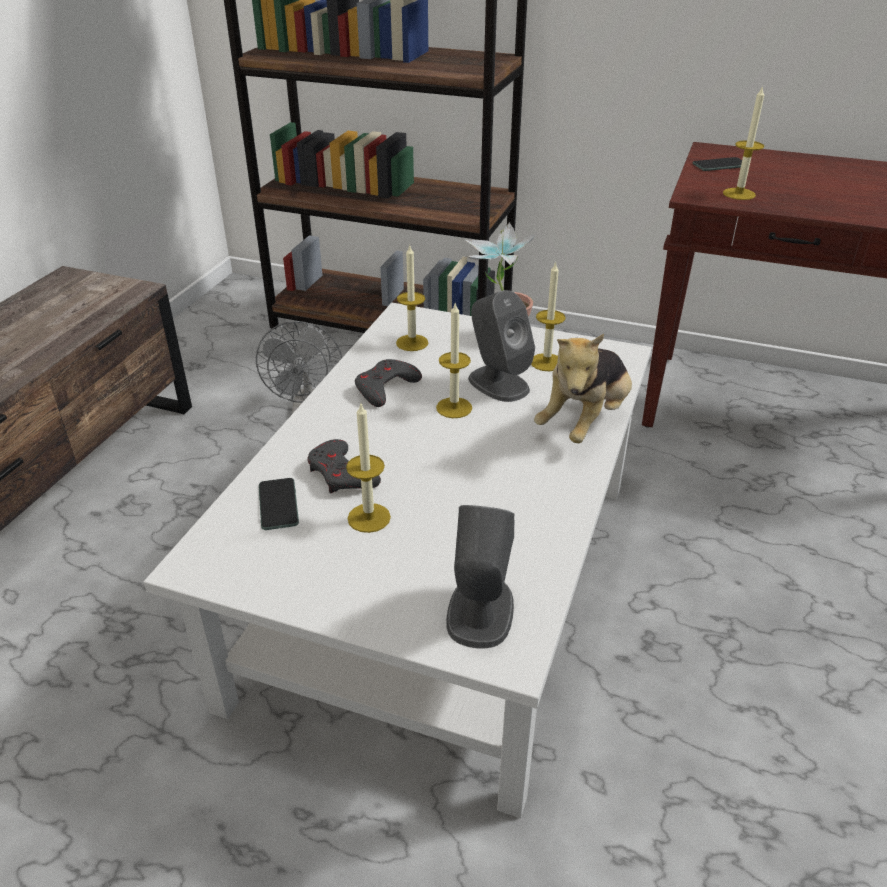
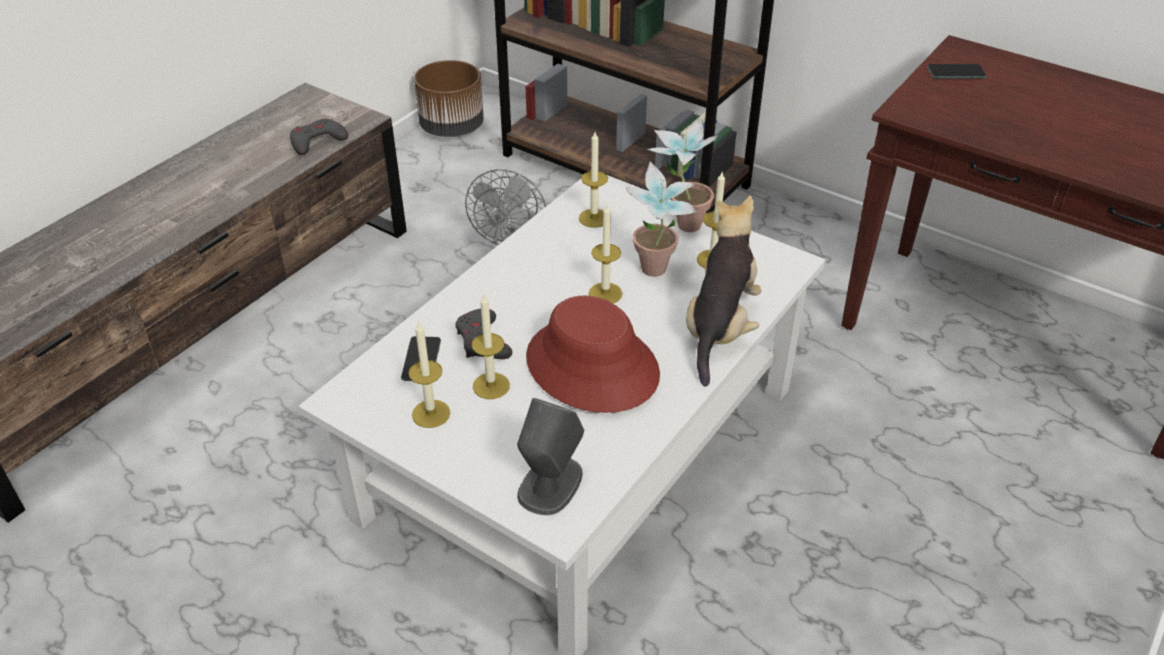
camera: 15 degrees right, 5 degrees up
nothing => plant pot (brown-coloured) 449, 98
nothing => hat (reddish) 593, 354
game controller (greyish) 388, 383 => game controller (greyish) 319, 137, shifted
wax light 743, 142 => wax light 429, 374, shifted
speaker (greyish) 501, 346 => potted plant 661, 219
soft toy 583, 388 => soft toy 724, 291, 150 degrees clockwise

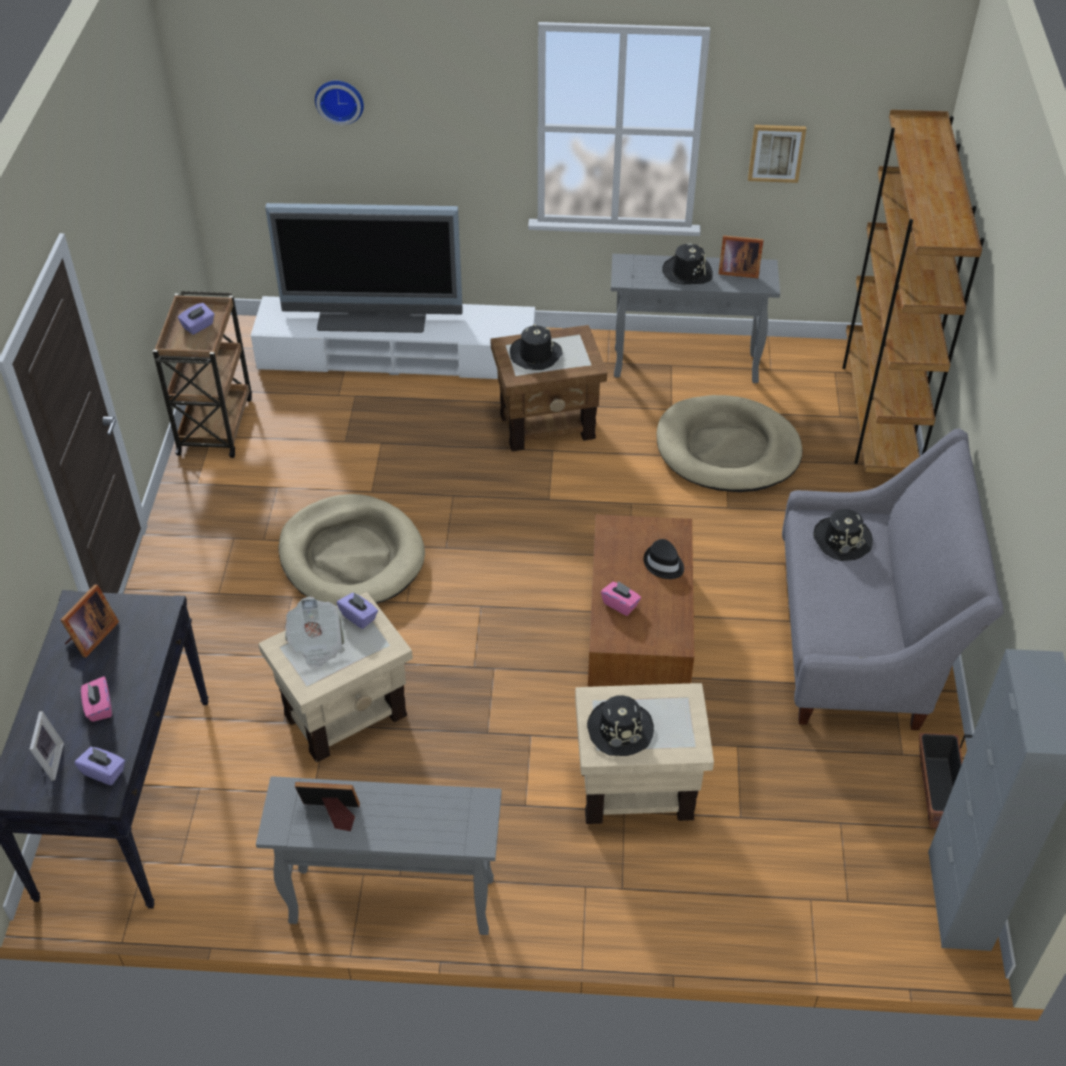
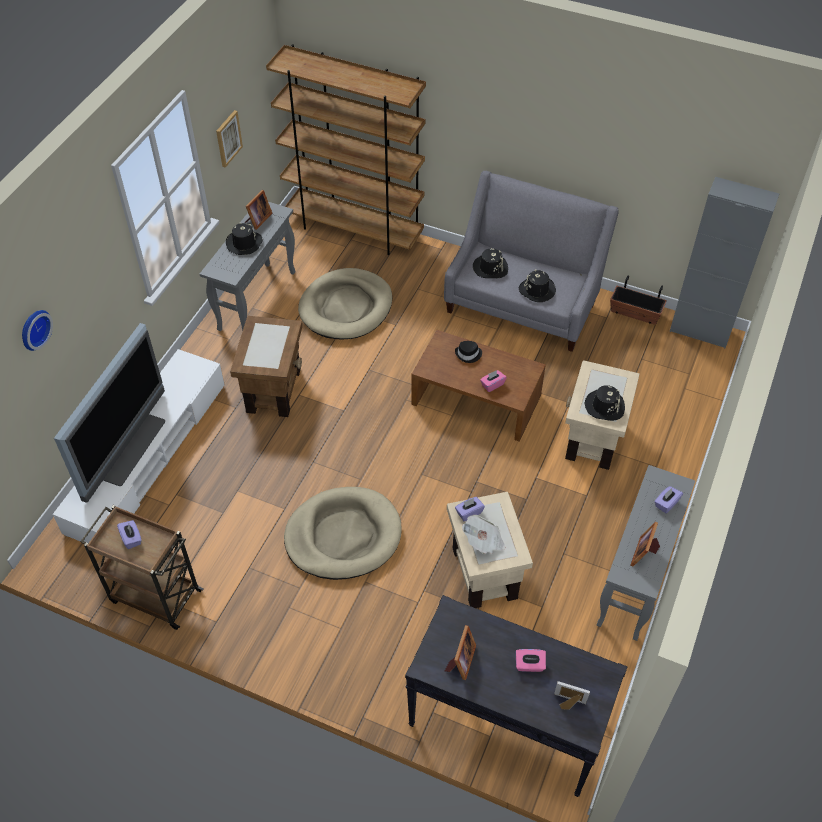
camera: 70 degrees left, 5 degrees up
tissue box (purplish) 100, 766 => tissue box (purplish) 669, 500, shifted
hat (blackish) 536, 347 => hat (blackish) 537, 286, shifted
standing frame 90, 621 => standing frame 460, 652, 60 degrees clockwise

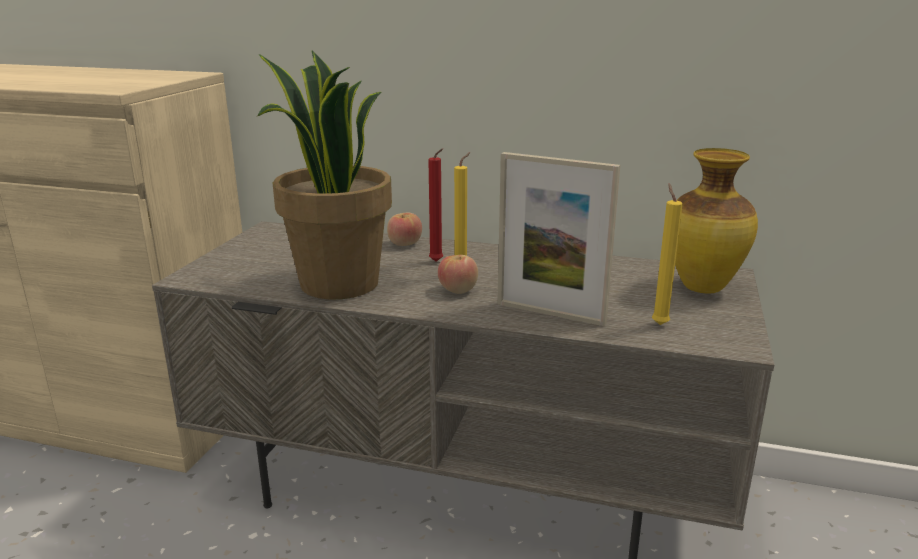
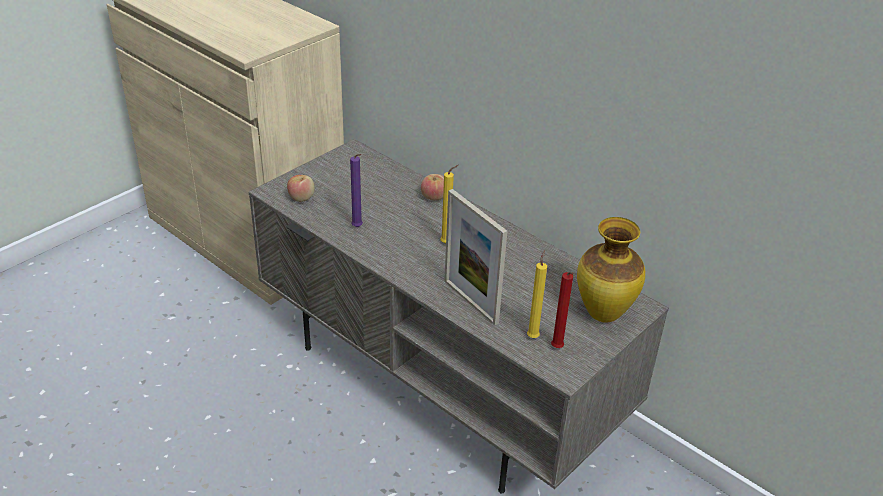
camera: 25 degrees right, 15 degrees up
wax light (reddish) 435, 205 => wax light (reddish) 562, 310, shifted
apple fruit 458, 274 => apple fruit 301, 188, shifted
potted plant 324, 175 => wax light (purplish) 356, 190

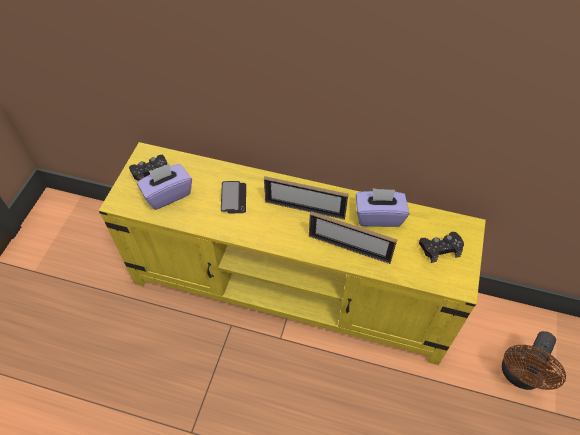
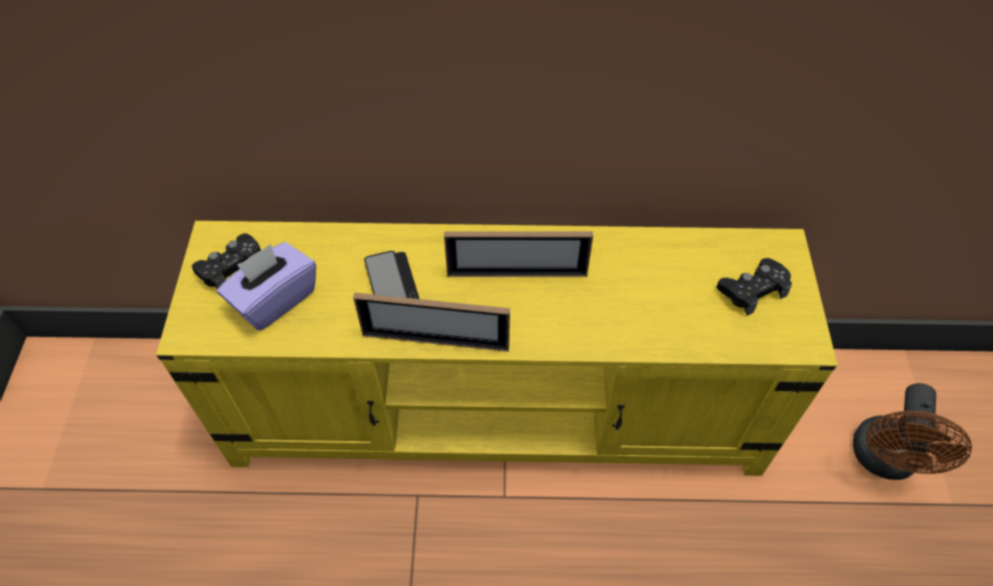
camera: 15 degrees left, 0 degrees up
tissue box (purplish) 382, 207 => nothing
standing frame 353, 237 => standing frame 431, 322, shifted

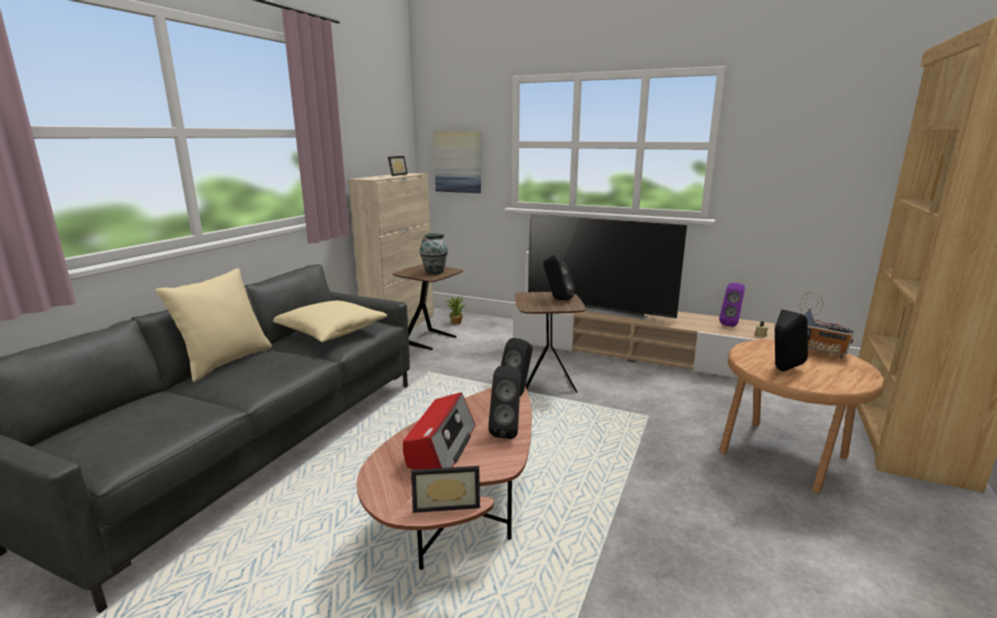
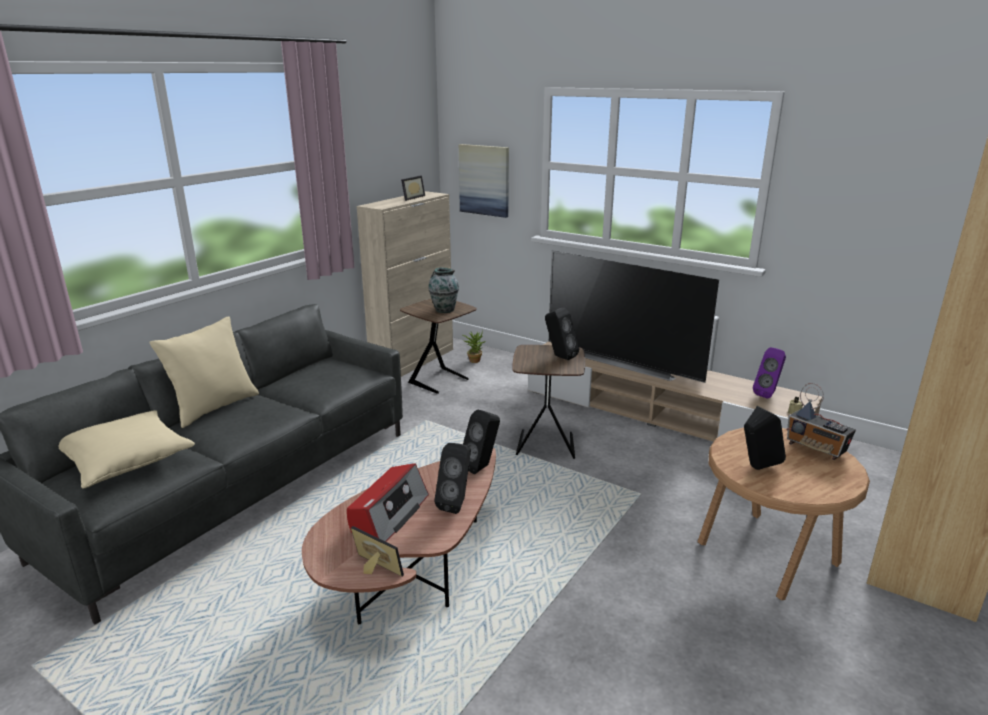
camera: 10 degrees right, 5 degrees up
pillow (beige-coloured) 330, 321 => pillow (beige-coloured) 127, 449, shifted
standing frame 445, 489 => standing frame 377, 551, 150 degrees counterclockwise

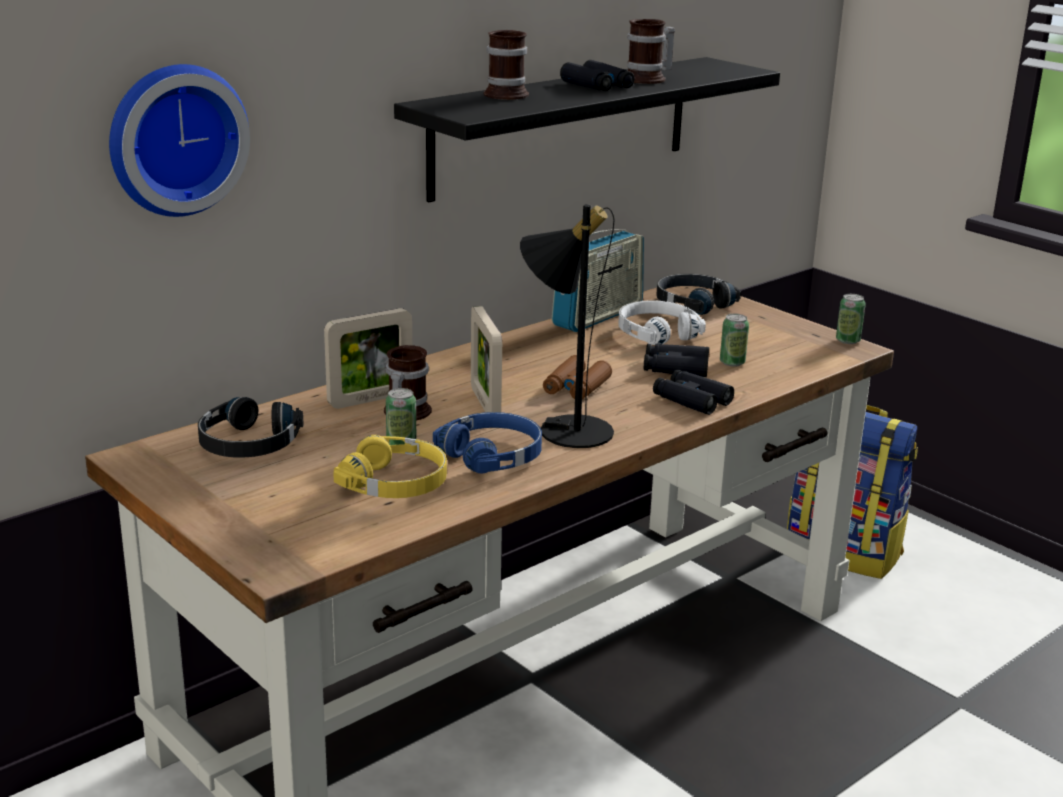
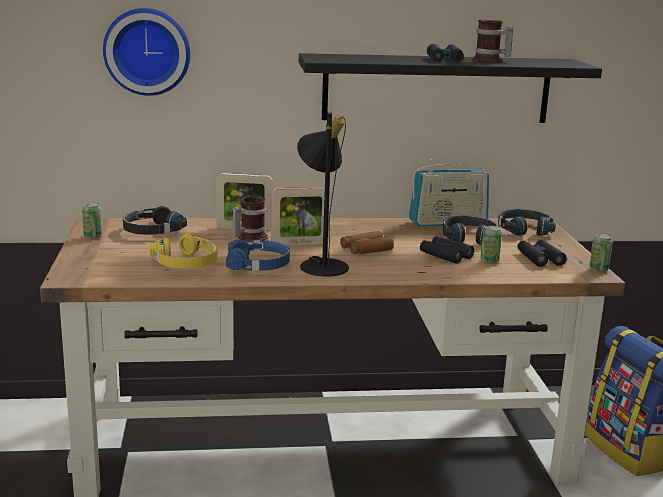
camera: 35 degrees right, 5 degrees down
coffee mug 506, 65 => nothing
sealed can 401, 416 => sealed can 92, 220, shifted
field glasses (blackish) 693, 392 => field glasses (blackish) 542, 253, shifted
headphones (white-coloured) 662, 322 => headphones (blackish) 470, 230
standing frame 486, 359 => standing frame 301, 216, 120 degrees counterclockwise

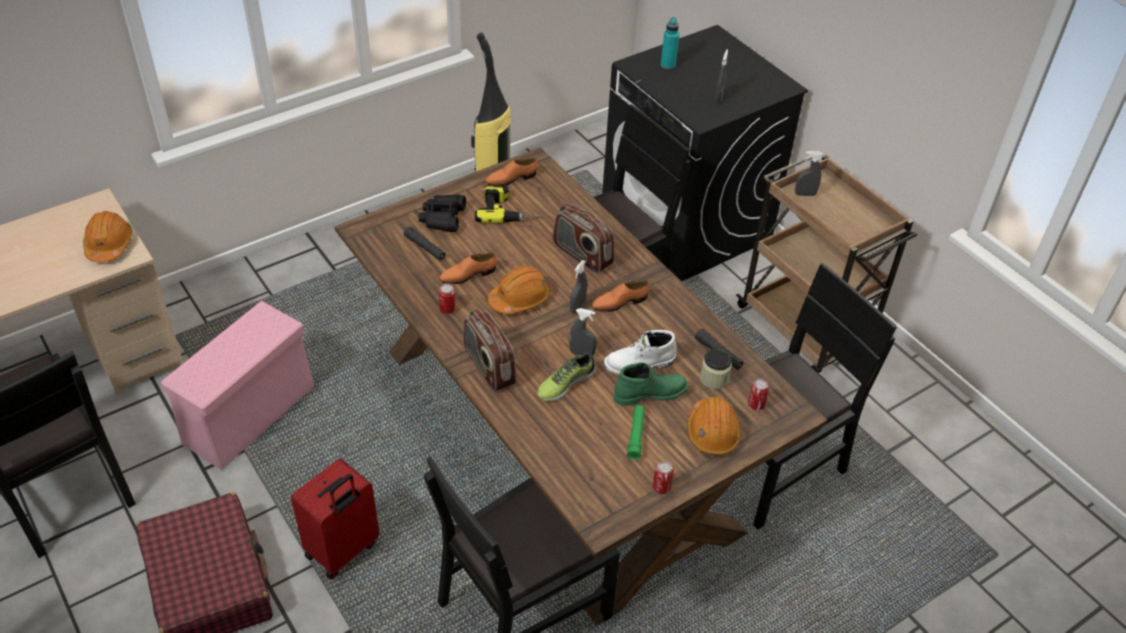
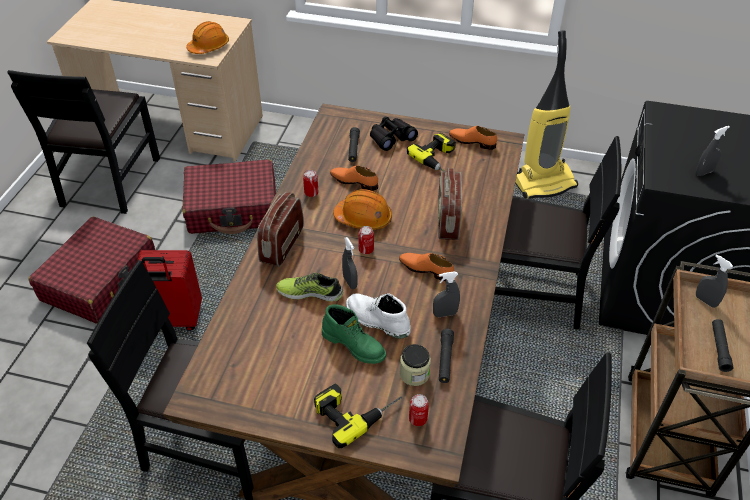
camera: 50 degrees right, 0 degrees up
torch (green) 636, 432 => nothing
beverage bottle (turquoise) 670, 43 => nothing
nothing => torch (blackish) 722, 345
spray bottle (greyish) 578, 286 => spray bottle (greyish) 446, 294, shifted
sealed can 663, 477 => sealed can 366, 240, shifted
storage container (pink) 237, 385 => suitcase (reddish) 229, 196
safety helmet (orangey) 714, 426 => power drill 358, 416

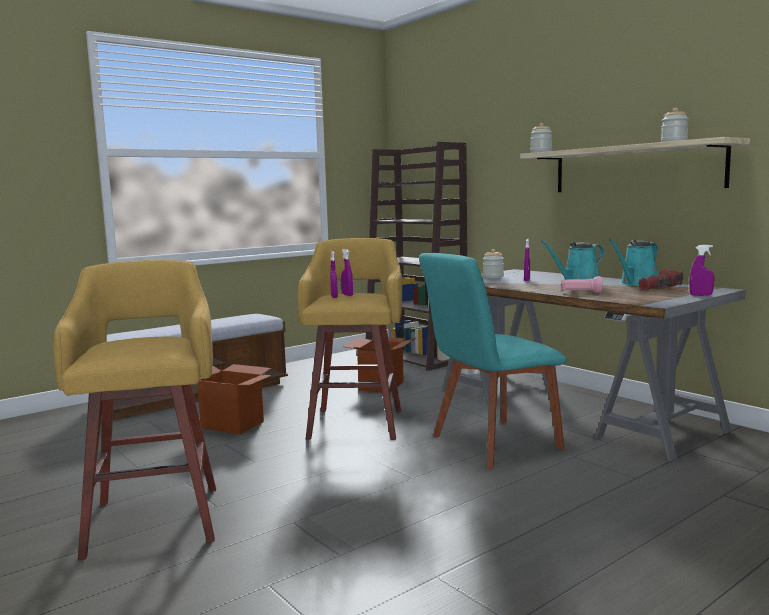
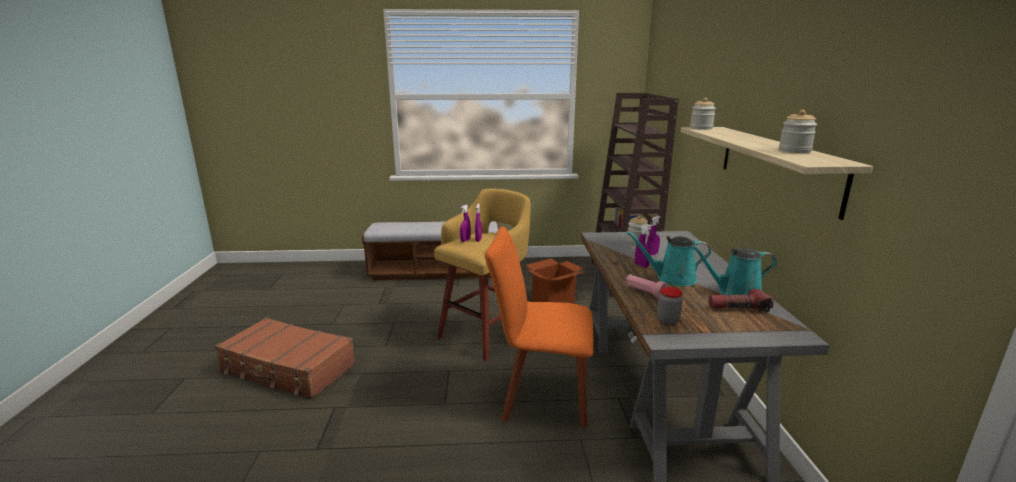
camera: 35 degrees right, 10 degrees up
packing box 235, 399 => nothing
nothing => jar 670, 305
spray bottle (purplish) 702, 270 => spray bottle (purplish) 643, 246, shifted
stool seat (yellowish) 135, 410 => suitcase (brown-coloured) 285, 358
chair (turquoise) 493, 361 => chair (orangey) 539, 327

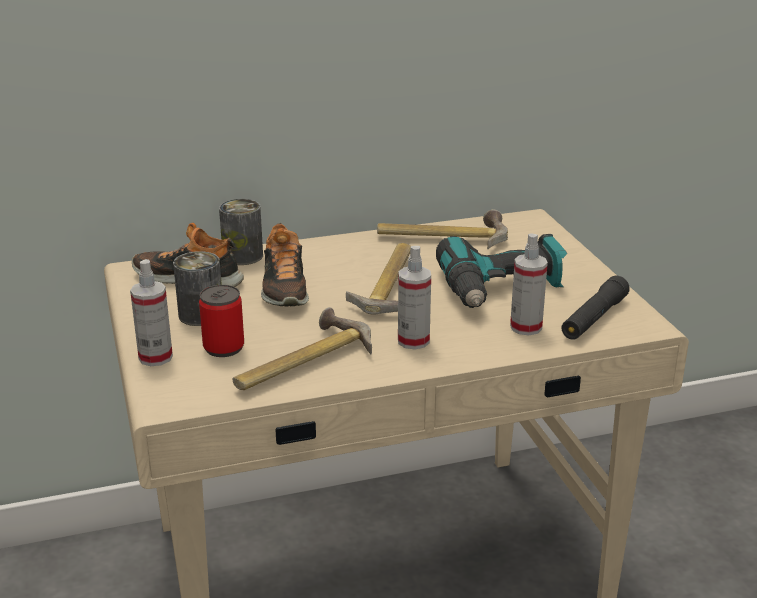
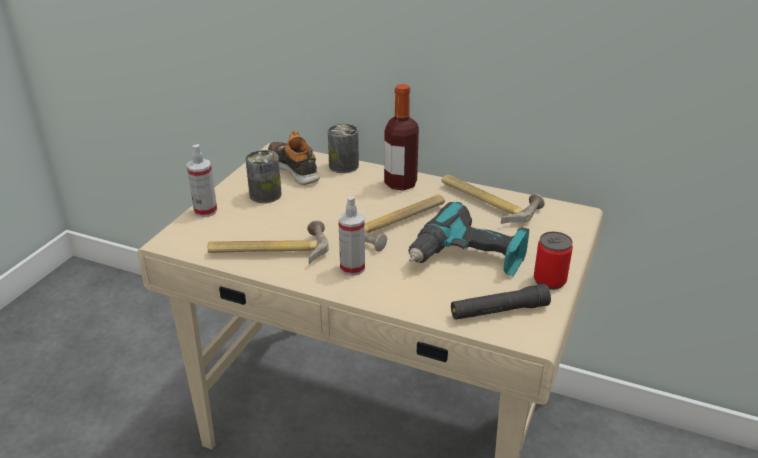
camera: 40 degrees right, 5 degrees up
item of footwear 285, 264 => nothing
spray bottle 529, 284 => nothing
nothing => beverage bottle 401, 137
sealed can 221, 321 => sealed can 553, 260, shifted

